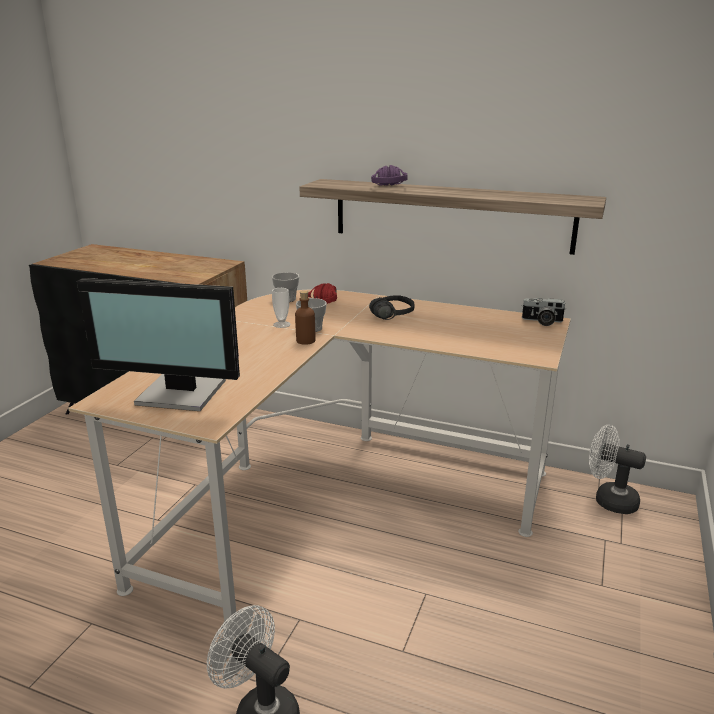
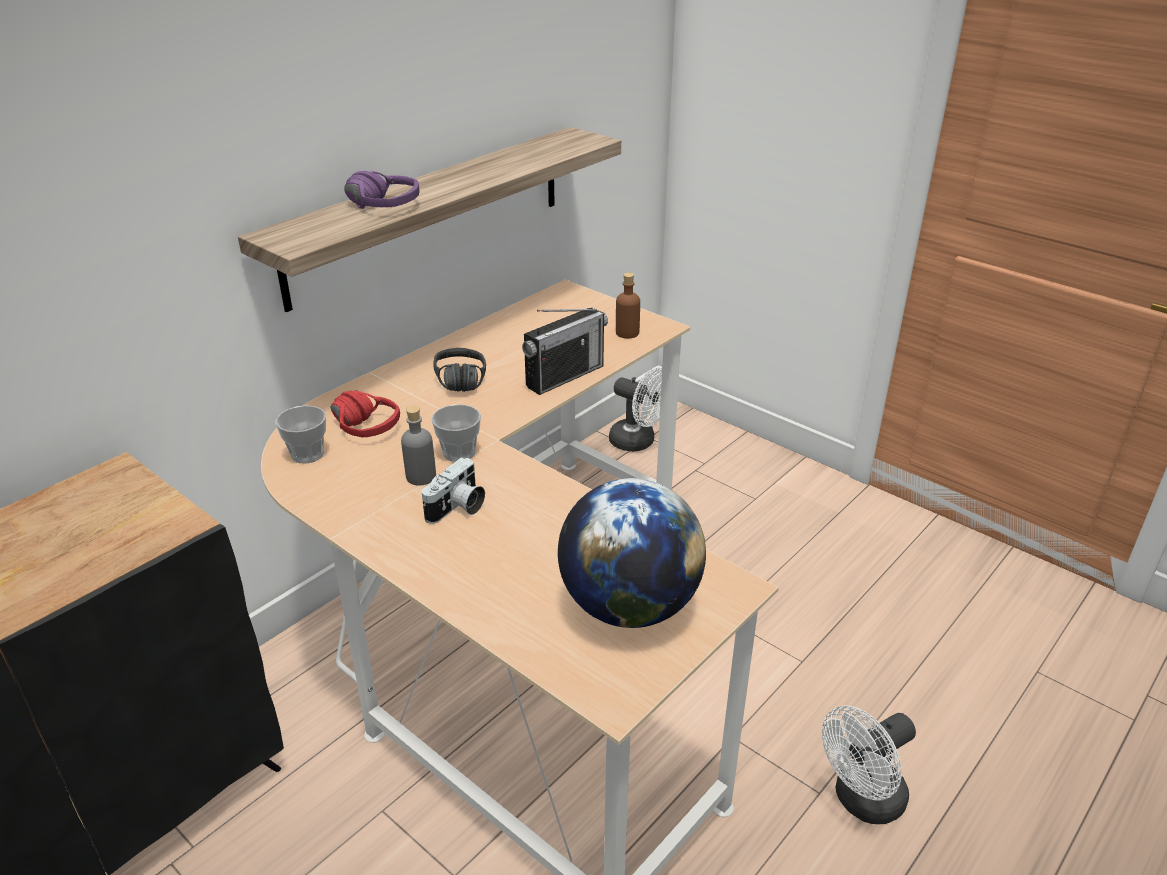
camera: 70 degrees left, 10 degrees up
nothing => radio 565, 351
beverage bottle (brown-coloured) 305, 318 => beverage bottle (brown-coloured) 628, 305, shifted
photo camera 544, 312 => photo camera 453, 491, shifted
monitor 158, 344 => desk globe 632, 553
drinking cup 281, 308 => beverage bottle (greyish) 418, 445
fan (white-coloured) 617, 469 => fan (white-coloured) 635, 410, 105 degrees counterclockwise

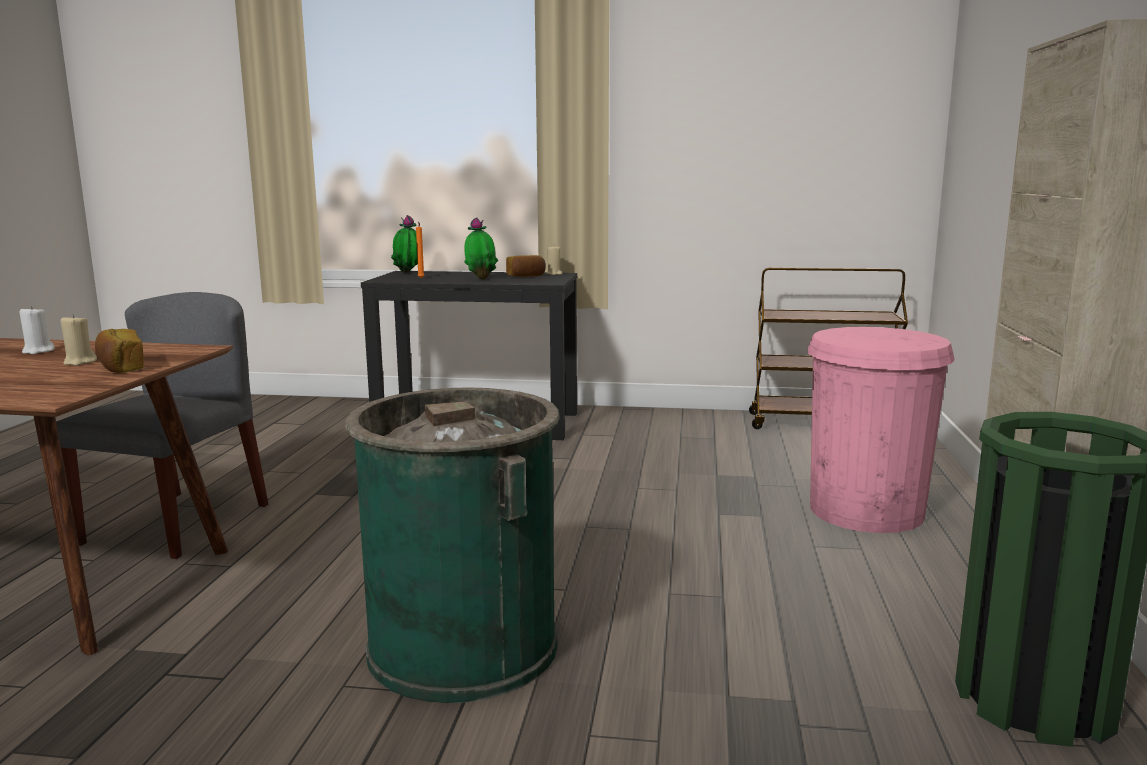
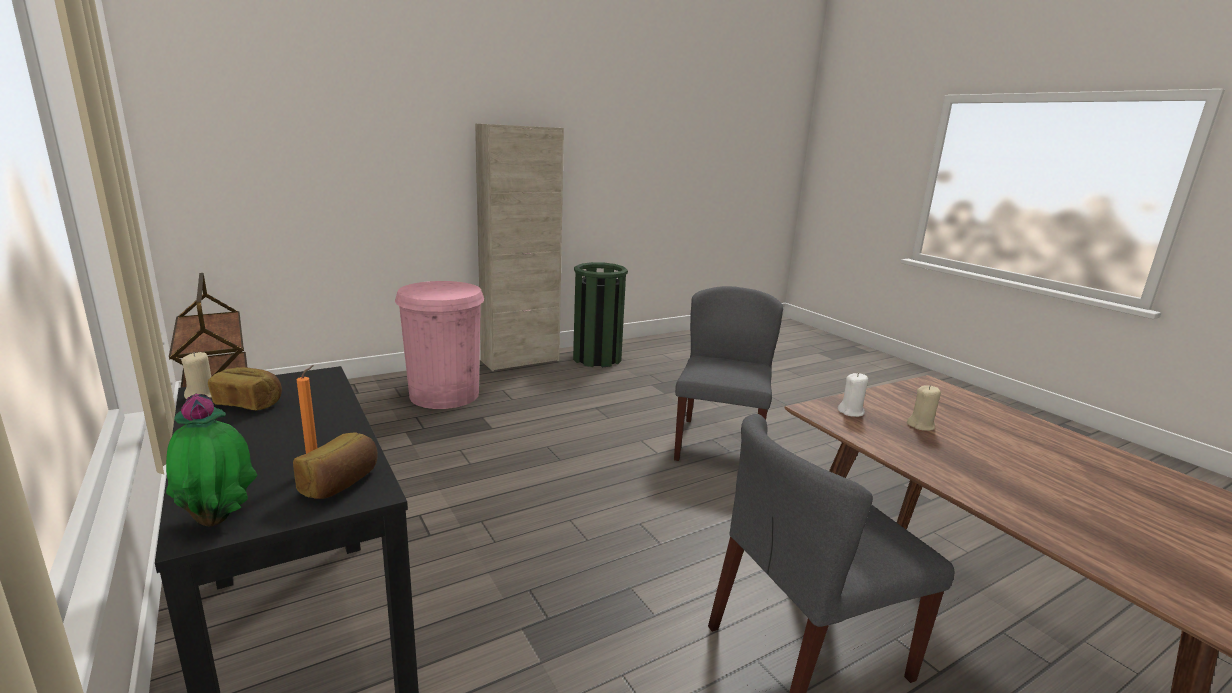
camera: 130 degrees left, 5 degrees up
potted plant 481, 248 => nothing
wax light (white-coloured) 37, 330 => wax light (white-coloured) 853, 395, shifted
bread 119, 351 => bread 335, 465, shifted
rubbish bin (green) 452, 545 => chair (greyish) 728, 373

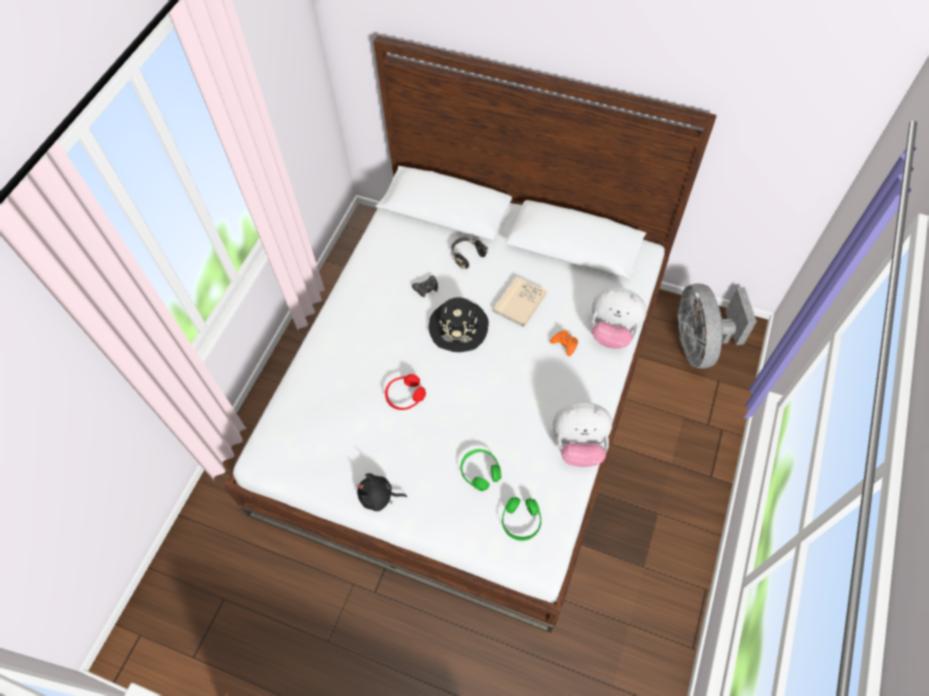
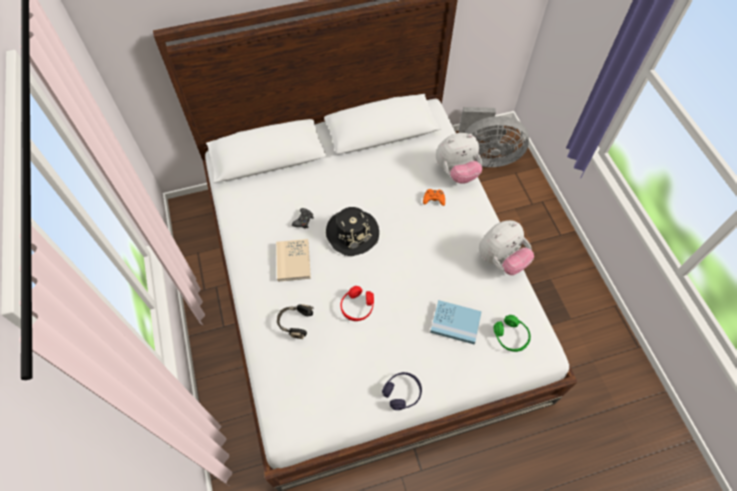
camera: 40 degrees left, 0 degrees up
headphones (blackish) 469, 253 => headphones (blackish) 295, 321, shifted
volume (beige-coloured) 520, 301 => volume (beige-coloured) 293, 260, shifted
soft toy (blackish) 382, 492 => headphones (purplish) 402, 391
headphones (green) 481, 470 => volume (bluish) 456, 322
fan (greyish) 717, 326 => fan (greyish) 494, 137, 45 degrees counterclockwise

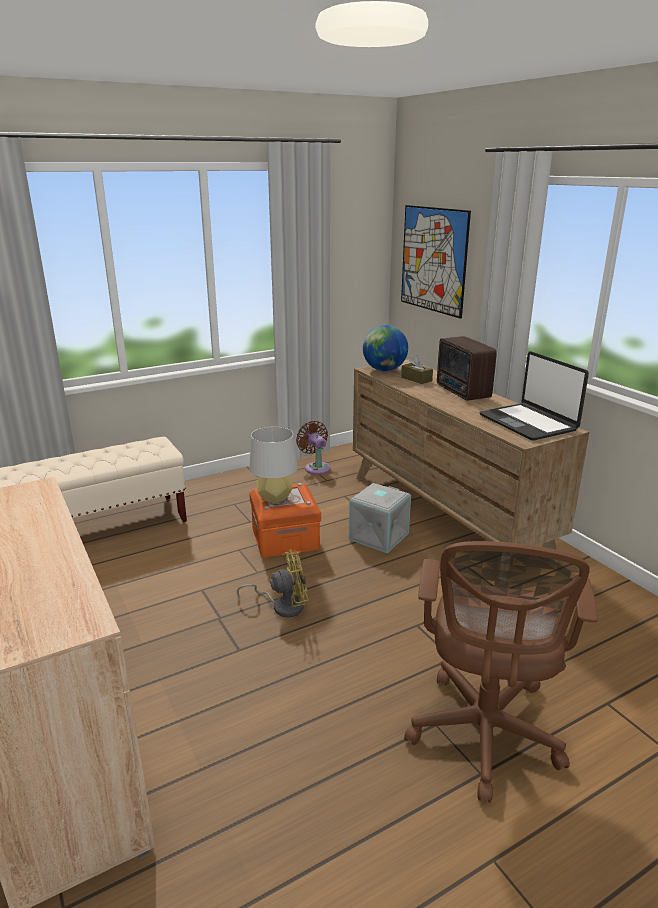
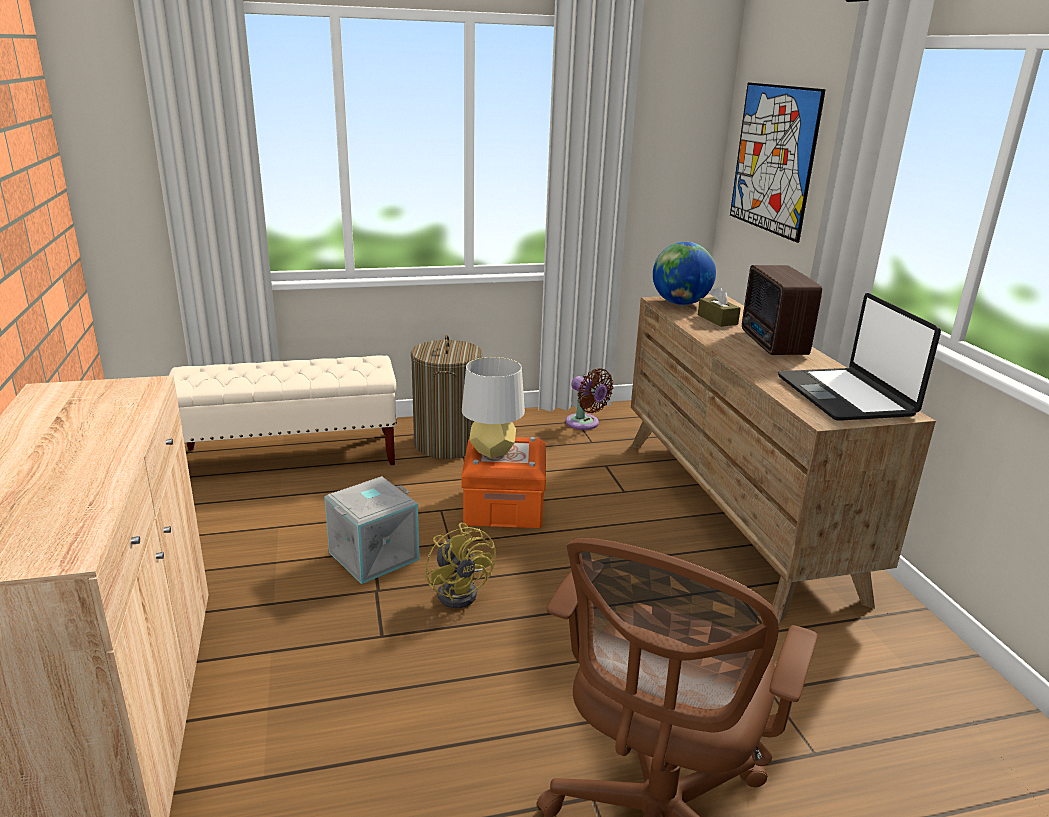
camera: 15 degrees right, 0 degrees up
nothing => hamper 447, 397
storage container (greyish) 380, 518 => storage container (greyish) 372, 530, shifted
fan (yellowish) 273, 583 => fan (yellowish) 460, 565, 60 degrees clockwise
fan (brown-coloured) 313, 447 => fan (brown-coloured) 590, 399, 150 degrees clockwise

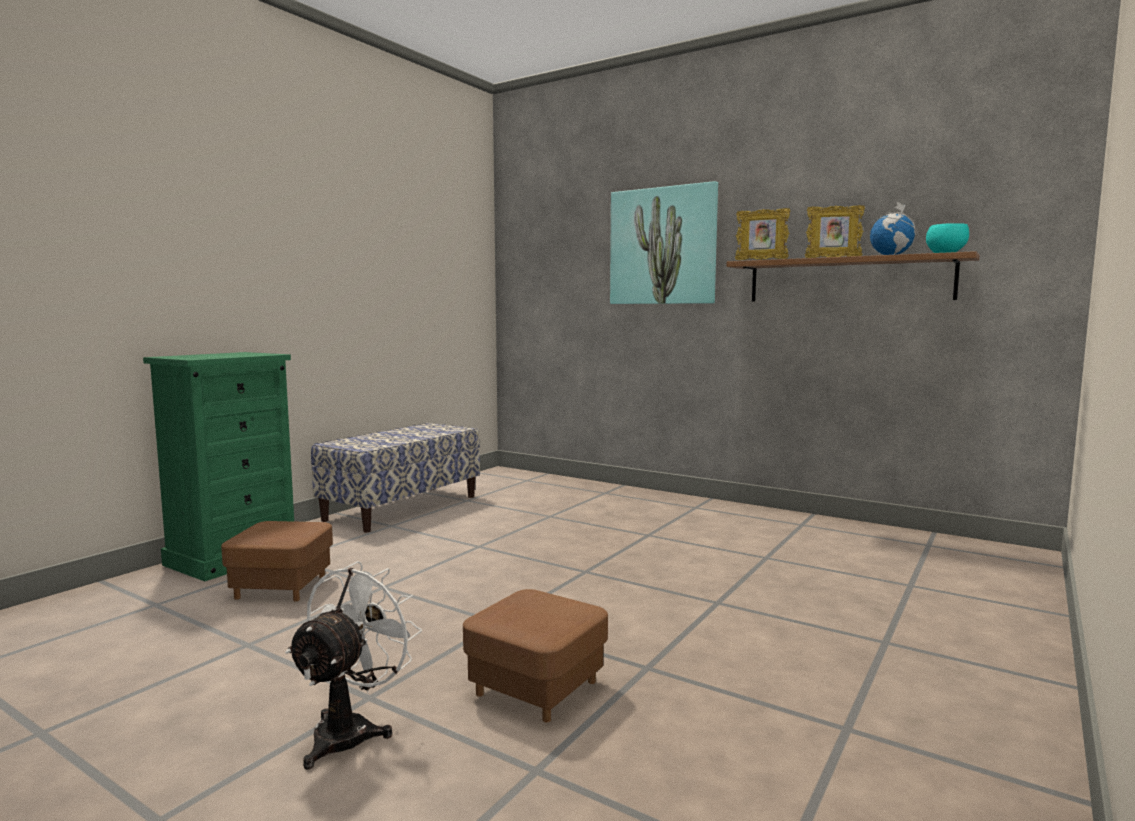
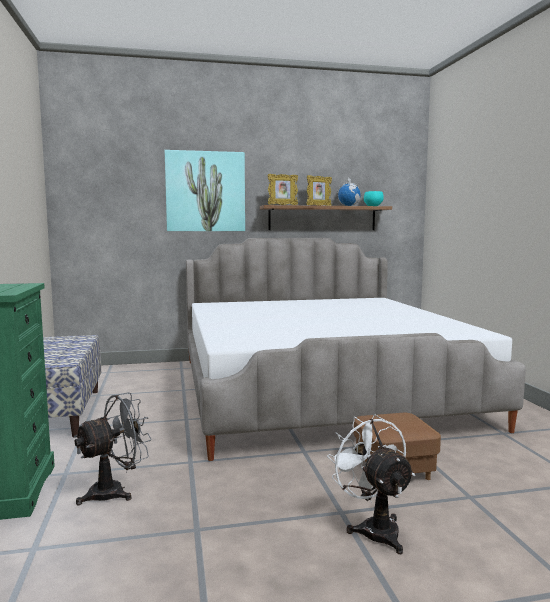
camera: 45 degrees left, 0 degrees up
nothing => sleeping bed 356, 349
ottoman (brown-coloured) 277, 561 => fan (greyish) 113, 448

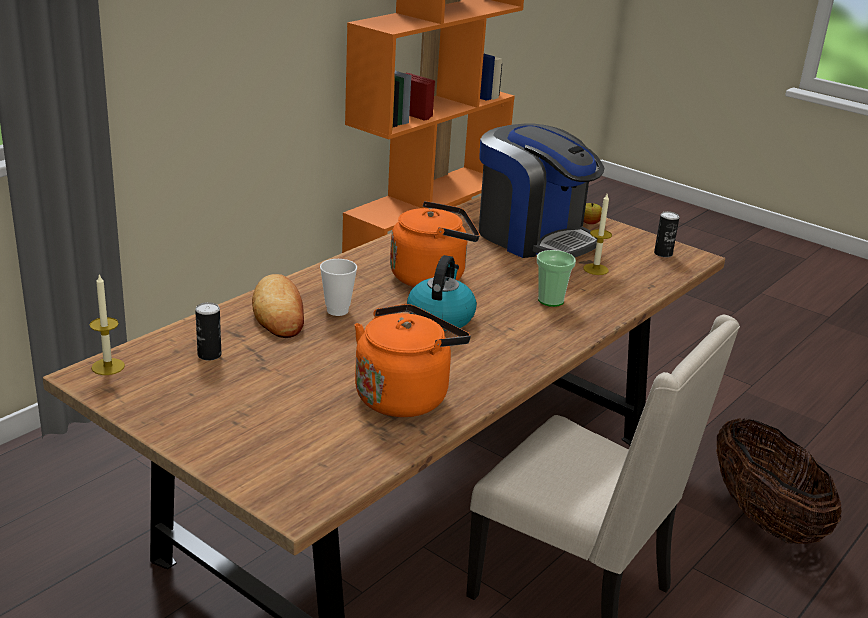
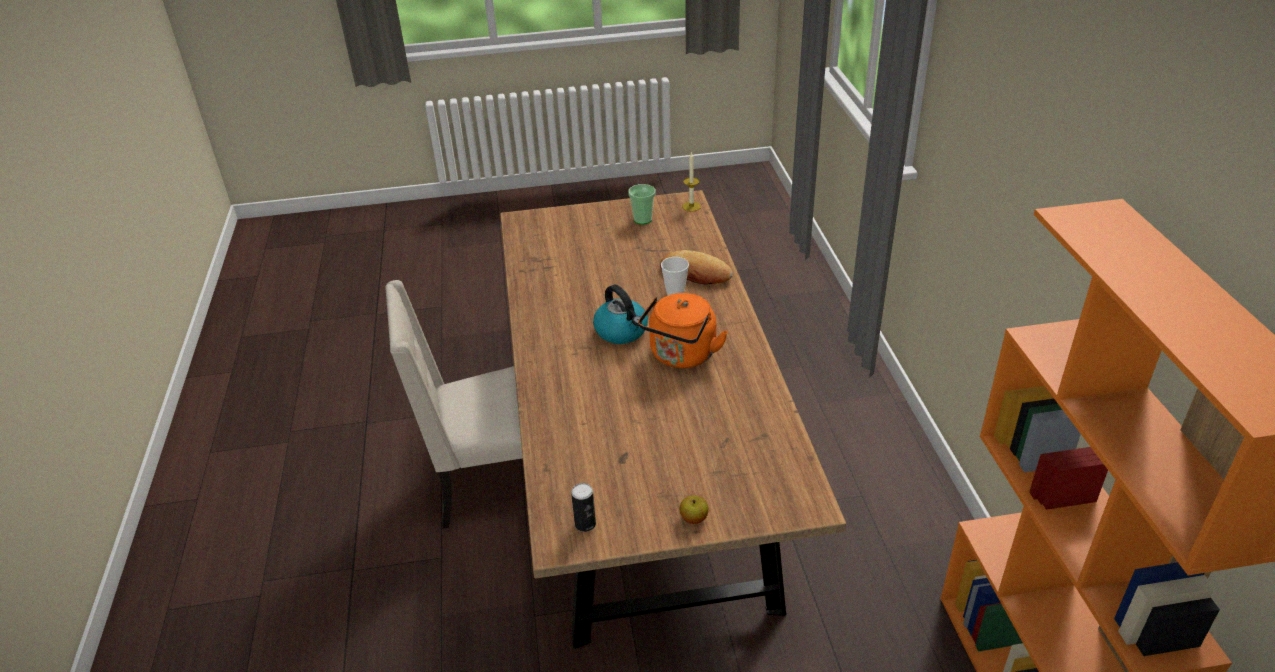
camera: 135 degrees right, 10 degrees up
sealed can 208, 331 => nothing
tea kettle (orangey) 413, 360 => nothing
coffee maker 541, 191 => nothing
wax light 597, 233 => nothing
household basket 779, 481 => nothing
drinking cup 556, 278 => drinking cup 642, 204, shifted

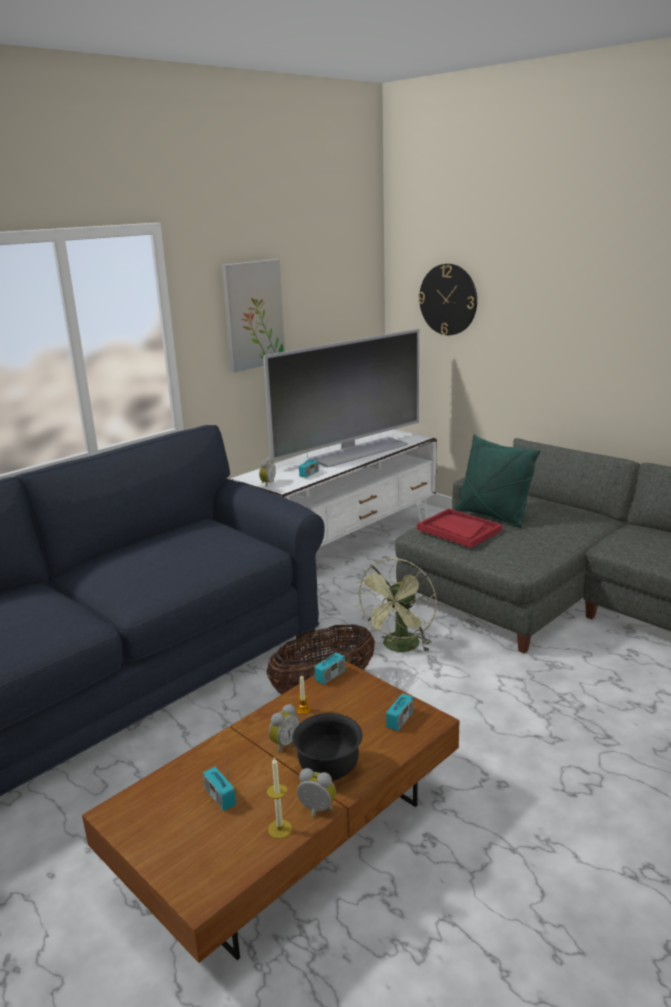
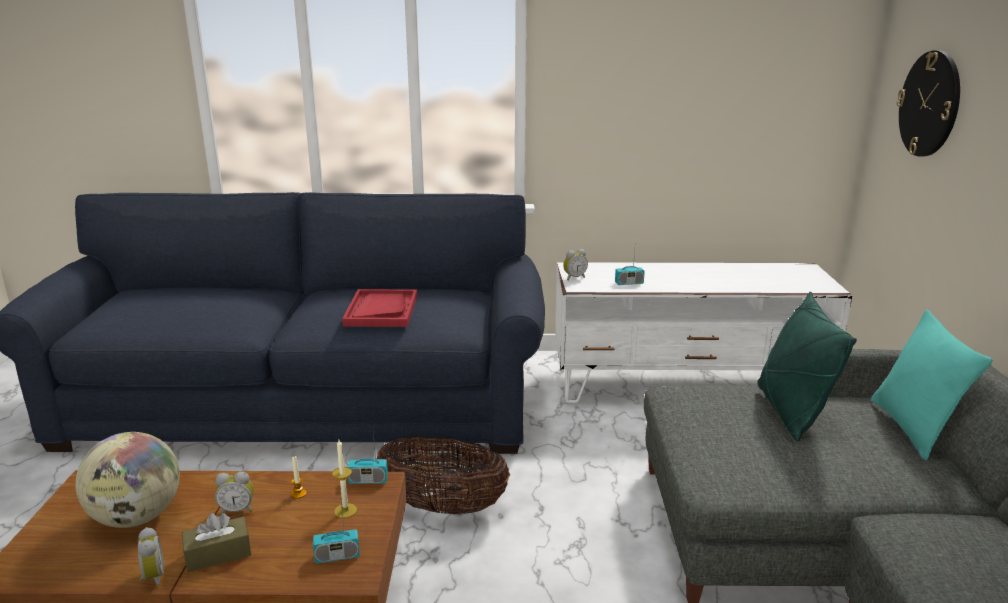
camera: 45 degrees right, 0 degrees up
wall art 253, 315 => nothing
TV set 341, 398 => nothing
fan (green) 396, 605 => nothing
nothing => pillow (turquoise) 932, 385
wax light 279, 798 => wax light 344, 479, shifted
tray (reddish) 459, 528 => tray (reddish) 379, 308, shifted
radio 219, 782 => desk globe 127, 480
bowl (blackish) 327, 747 => tissue box (brown-coloured) 216, 542

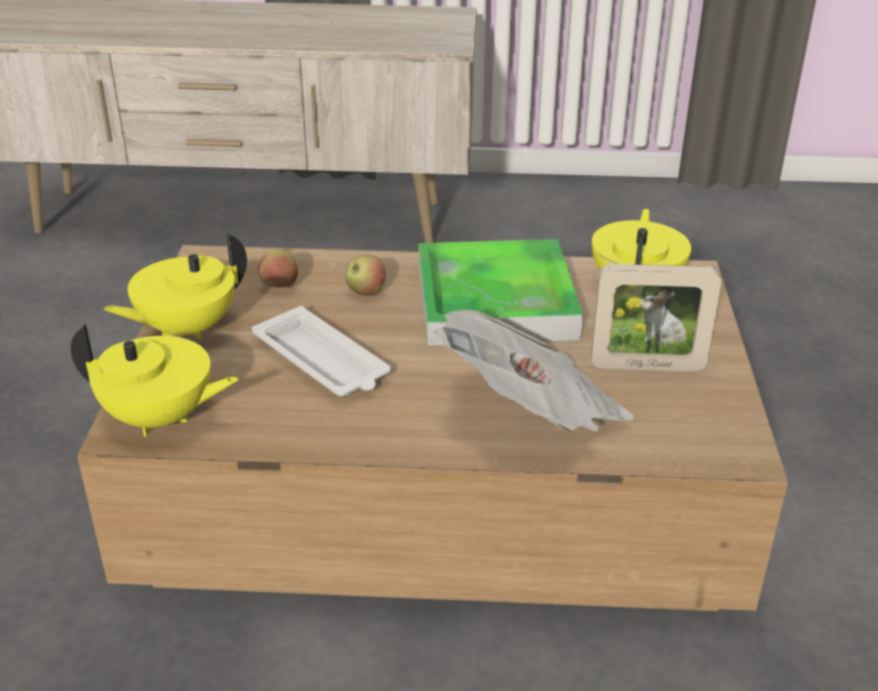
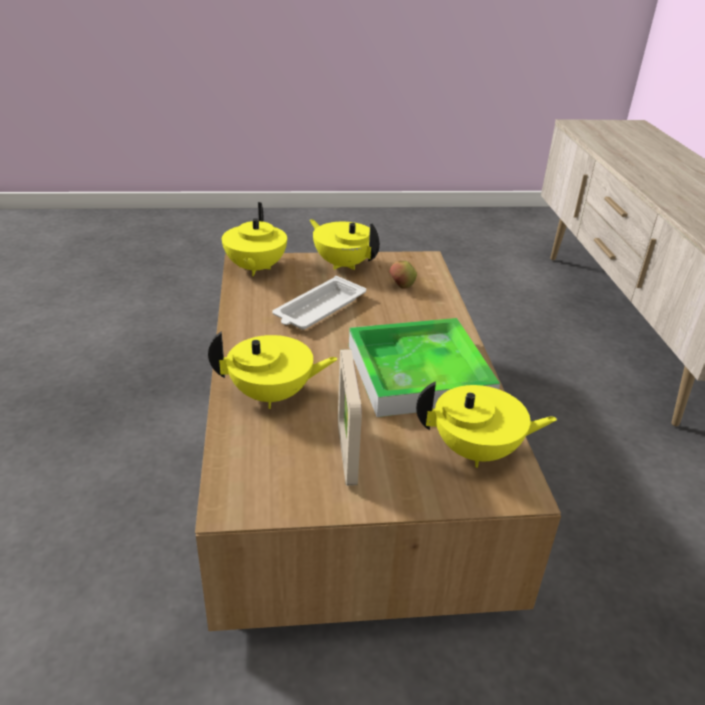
camera: 80 degrees right, 0 degrees up
apple fruit 365, 275 => nothing
printed paper 534, 371 => teapot (yellowish) 273, 370

